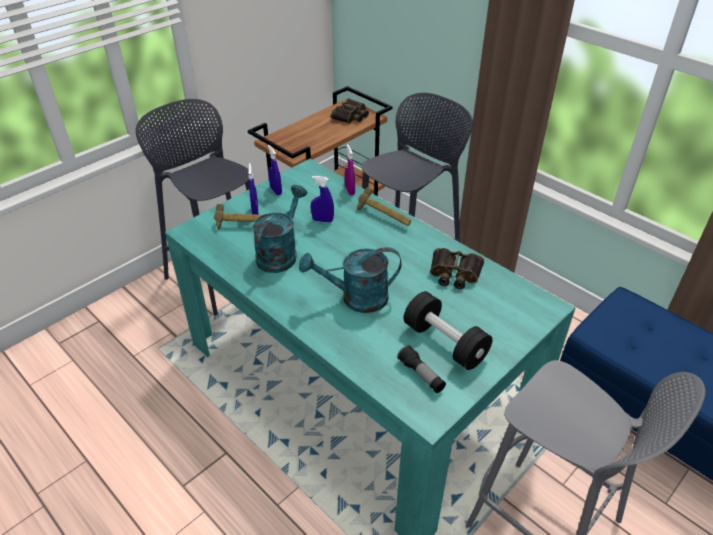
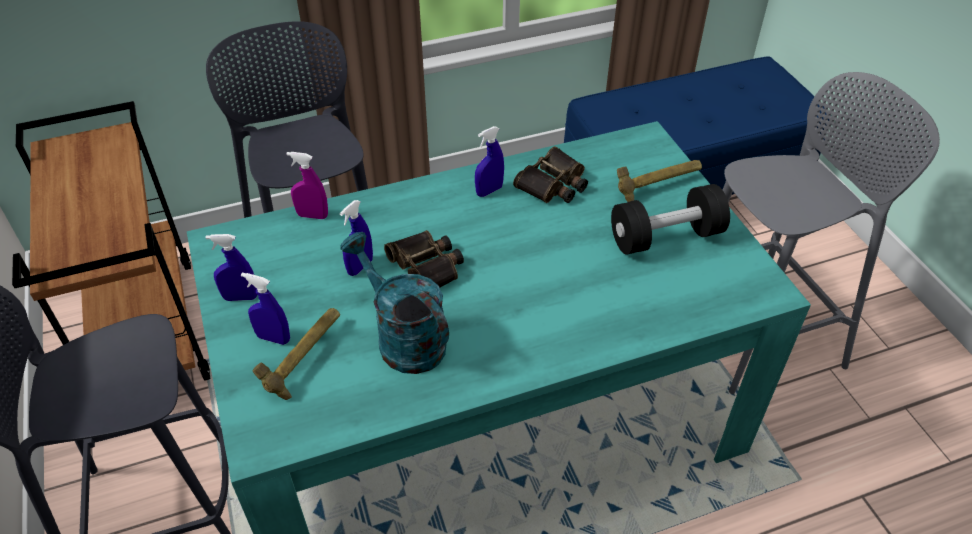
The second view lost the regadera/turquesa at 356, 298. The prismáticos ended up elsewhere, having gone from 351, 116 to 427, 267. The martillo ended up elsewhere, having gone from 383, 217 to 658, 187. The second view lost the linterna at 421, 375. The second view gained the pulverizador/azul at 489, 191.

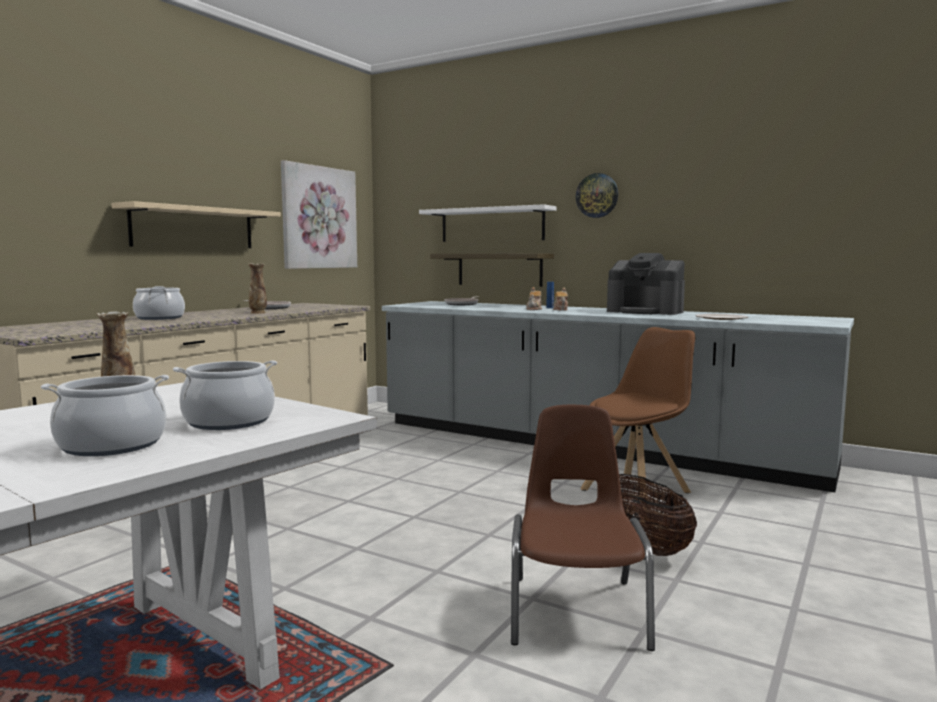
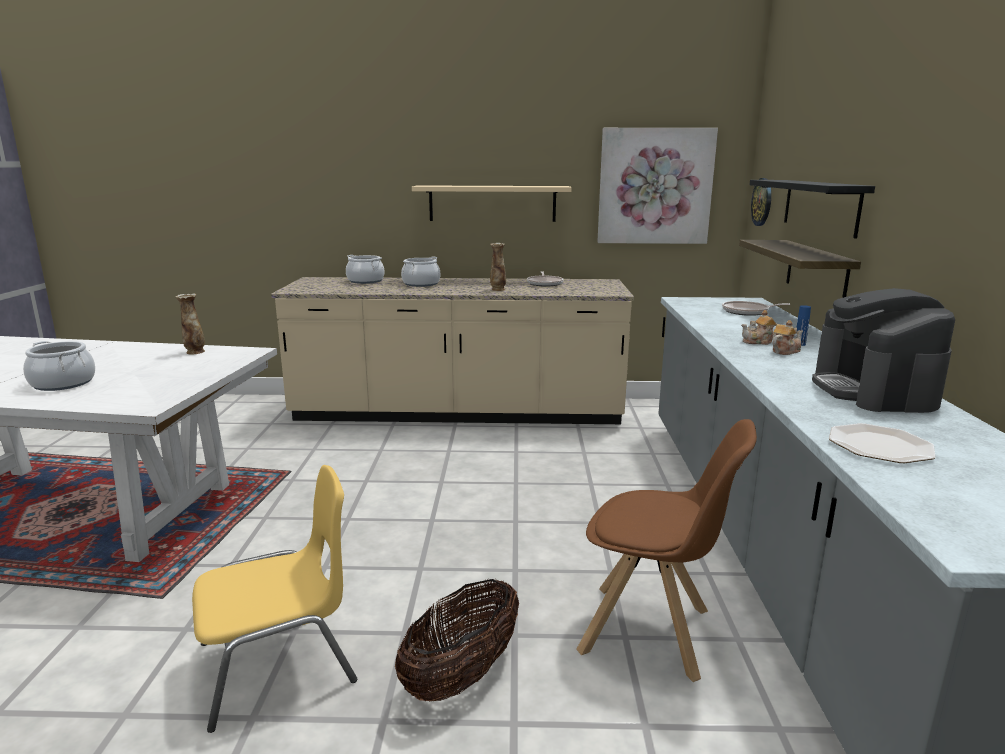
The olla ended up elsewhere, having gone from 229, 421 to 365, 281. What was the estante/blanco at 492, 225 turned into the estante/negro at 820, 206. What was the silla/marrón at 577, 610 turned into the silla/amarillo at 280, 663. The reloj de pared ended up elsewhere, having gone from 597, 195 to 762, 202.

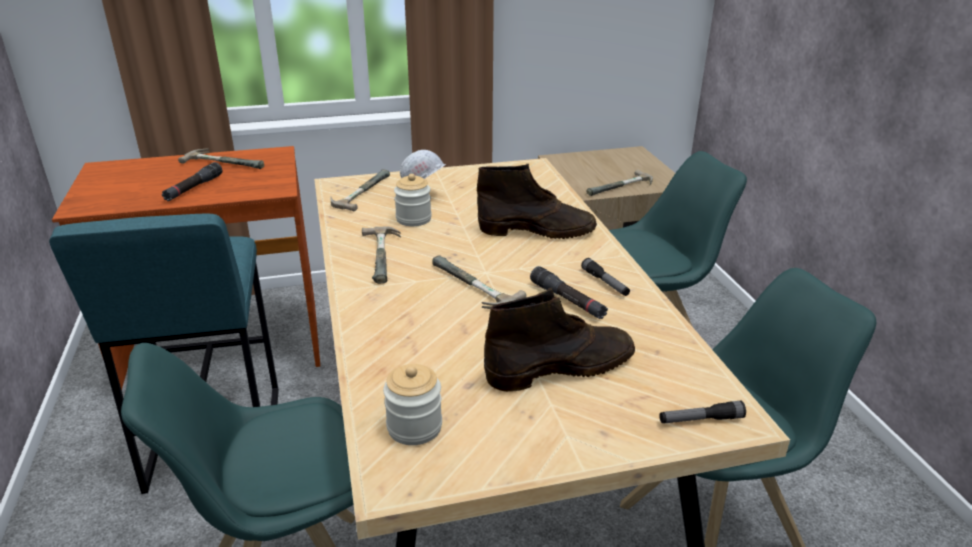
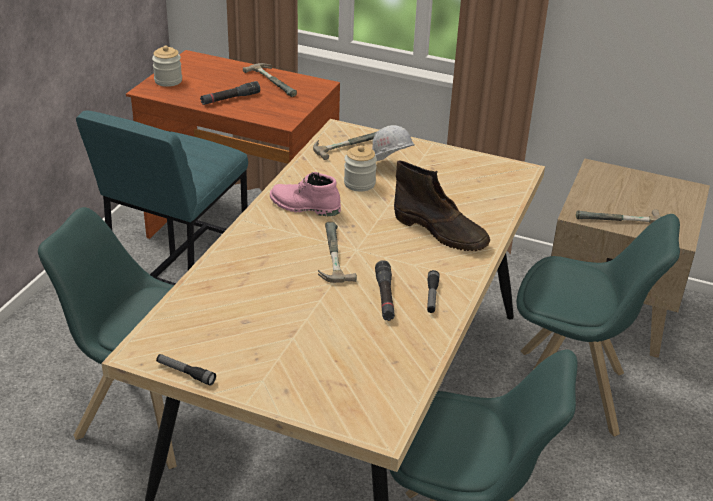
Where the martillo stood at 386, 256, the bota/rosa came to stand at 304, 207. The tarro ended up elsewhere, having gone from 414, 427 to 168, 81. The second view lost the bota/marrón at 561, 367. The linterna ended up elsewhere, having gone from 700, 420 to 185, 373.

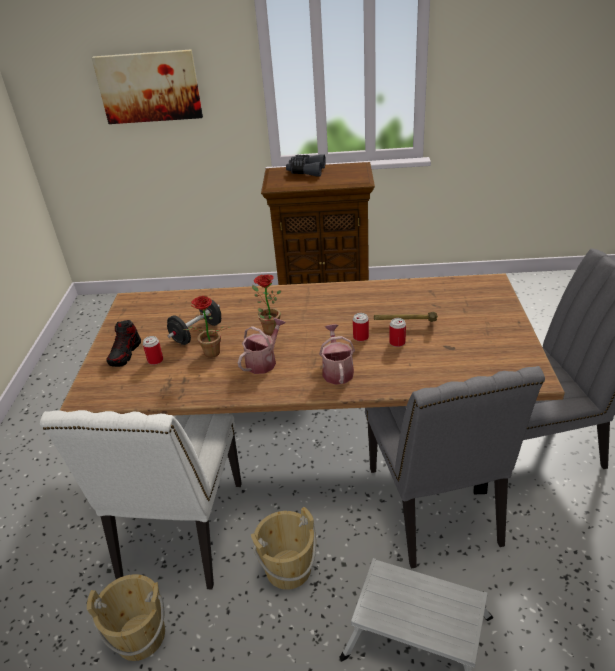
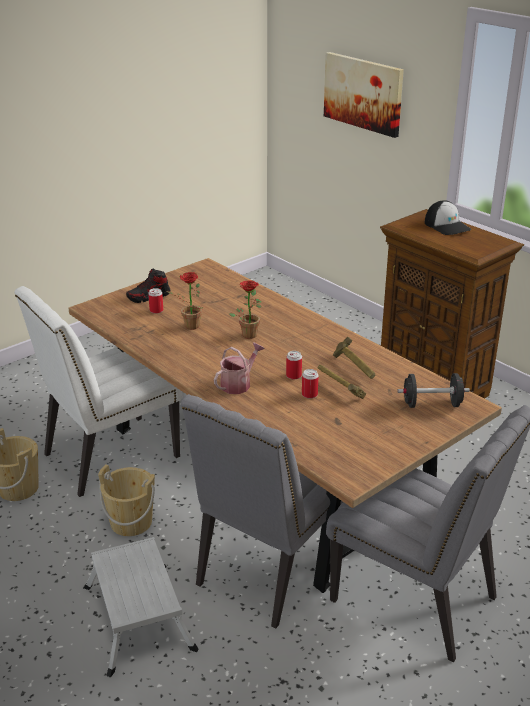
The mancuerna/negro ended up elsewhere, having gone from 197, 333 to 431, 404. The second view lost the regadera at 264, 361. Where the prismáticos/gris stood at 306, 171, the gorra came to stand at 447, 226. The second view gained the martillo at 355, 368.

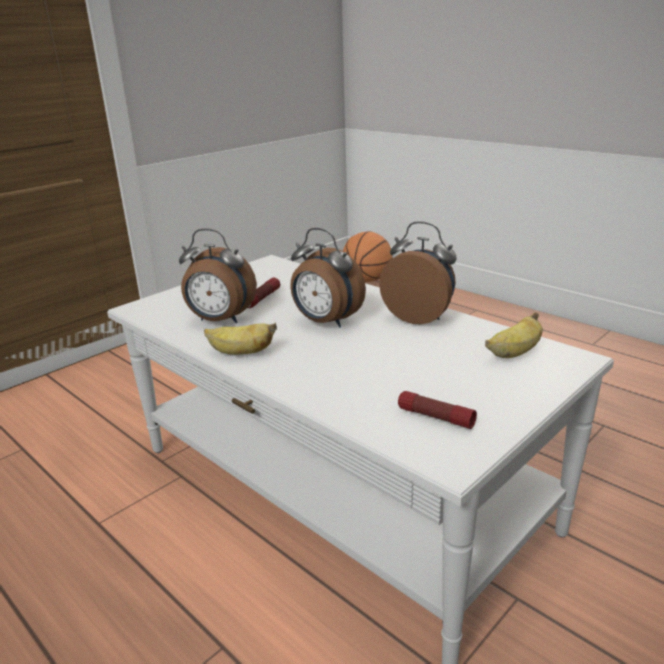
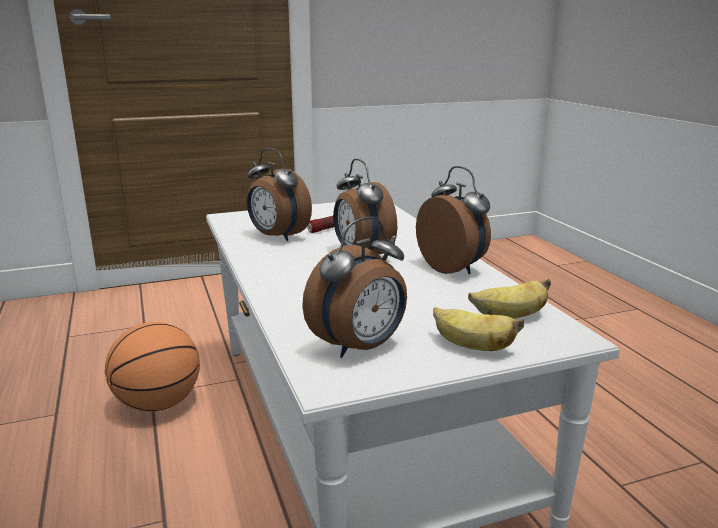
The plátano ended up elsewhere, having gone from 240, 353 to 471, 346. The balón de baloncesto ended up elsewhere, having gone from 367, 280 to 158, 404. Where the linterna stood at 435, 417, the despertador came to stand at 360, 348.

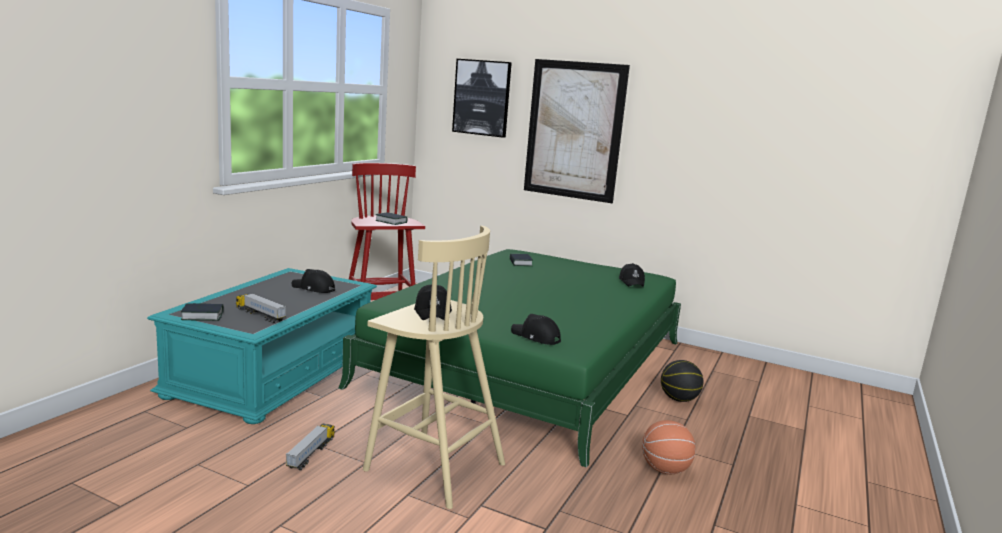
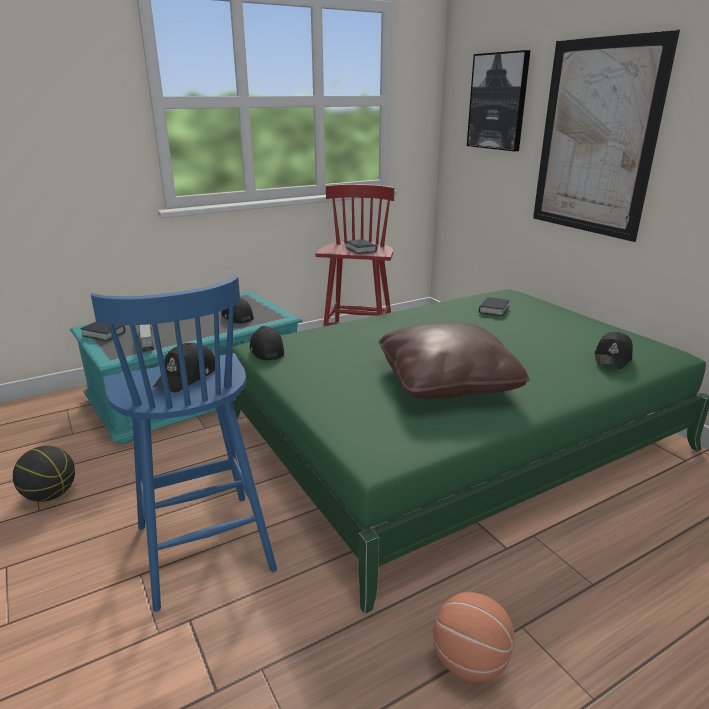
The second view lost the camión de juguete at 311, 454. What was the taburete/beis at 431, 465 turned into the taburete/azul at 202, 543. The gorra/negro ended up elsewhere, having gone from 535, 337 to 266, 350. The balón de baloncesto ended up elsewhere, having gone from 678, 399 to 50, 495. The second view gained the cojín/marrón at 447, 381.

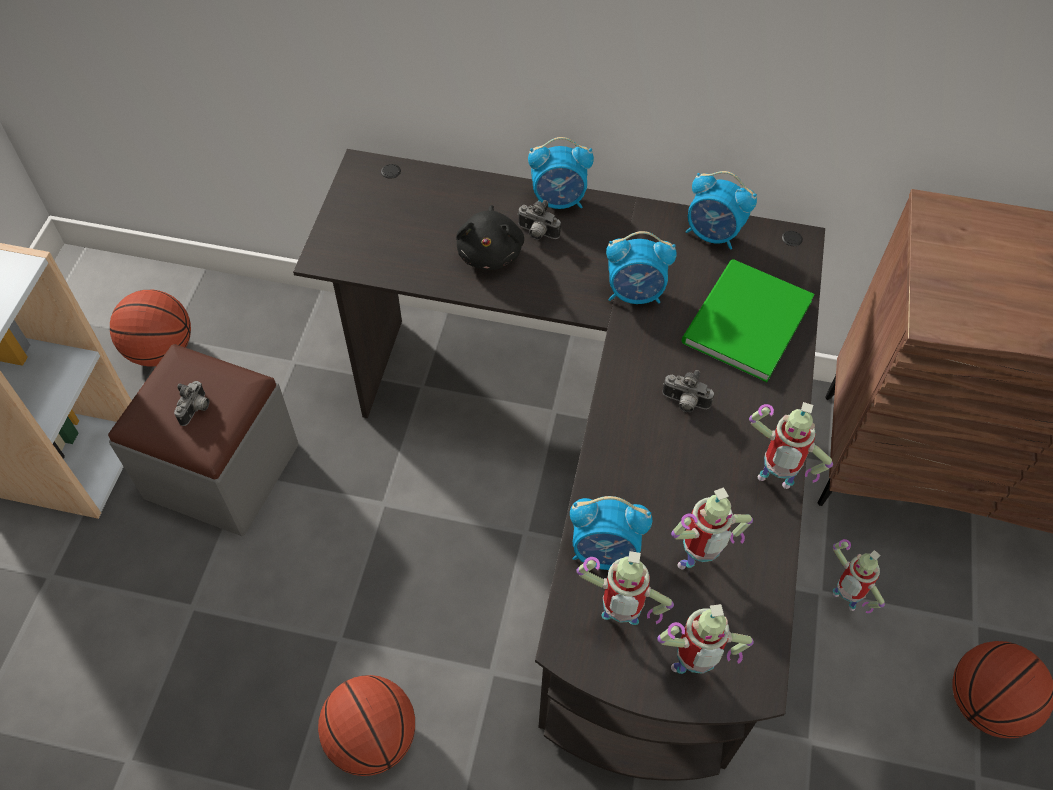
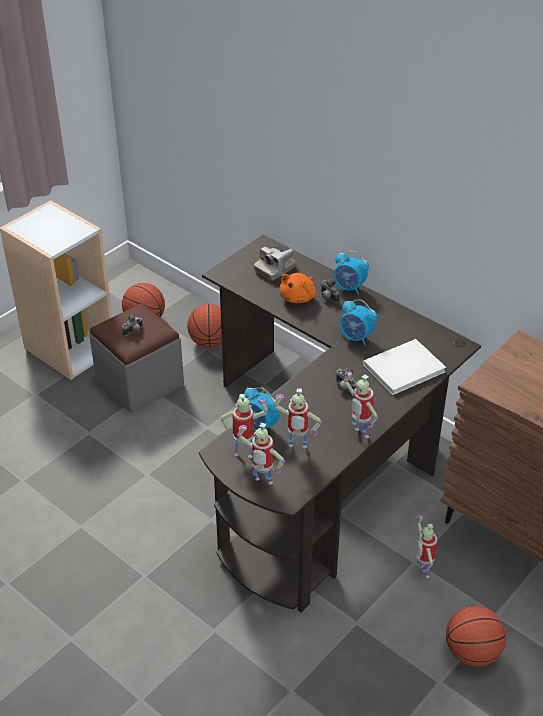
The balón de baloncesto ended up elsewhere, having gone from 372, 738 to 210, 342. What was the peluche/negro at 490, 252 turned into the peluche/naranja at 298, 297. The robot de juguete at 617, 623 ended up facing another way, 150 degrees clockwise from before. What was the libro/verde at 742, 323 turned into the libro/blanco at 401, 368. The second view lost the despertador at 713, 234. The second view gained the cámara at 275, 269.

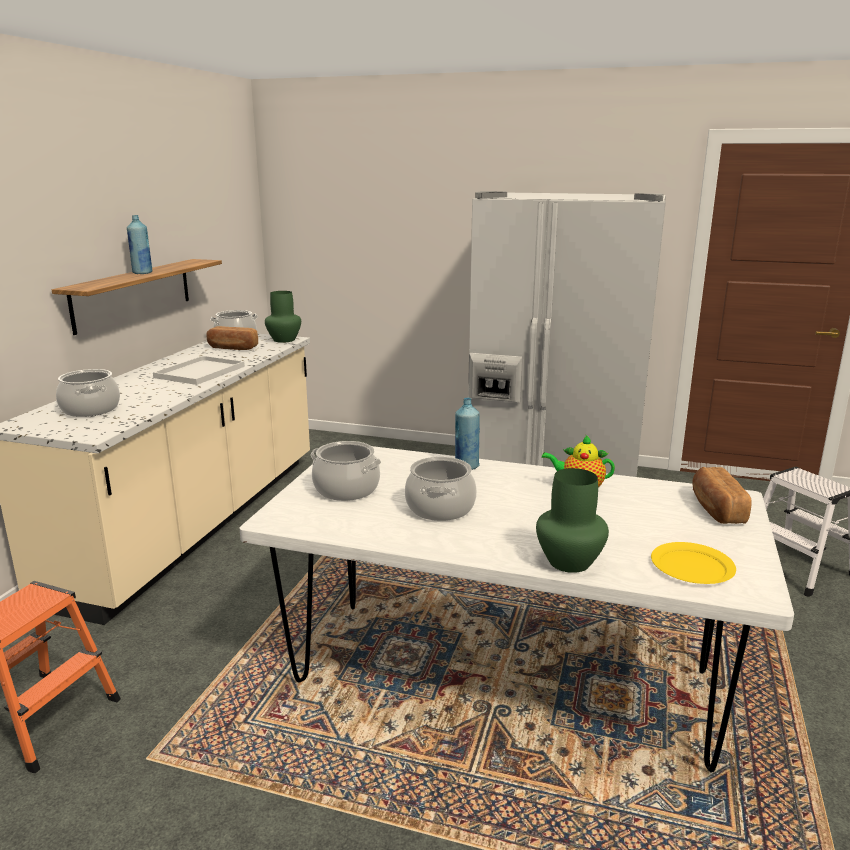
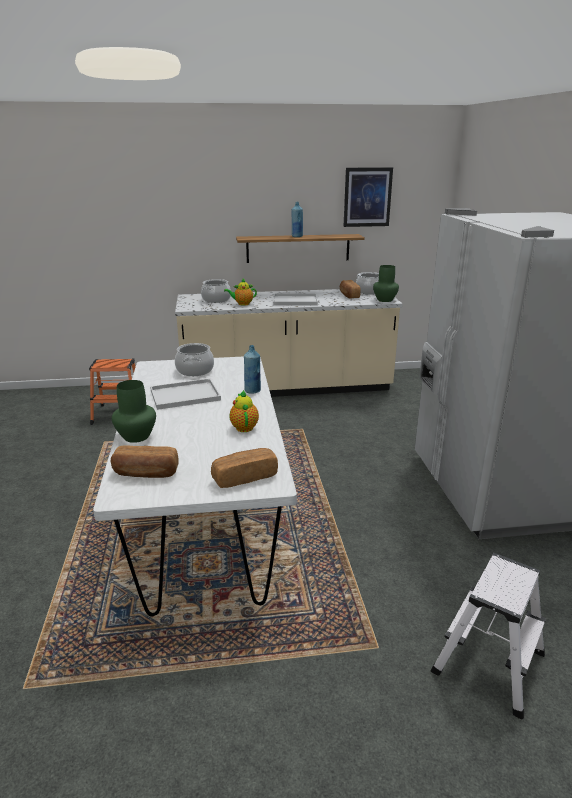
Where the olla stood at 439, 508, the bandeja/blanco came to stand at 186, 394. Where the plato/amarillo stood at 691, 567, the pan came to stand at 146, 473. The second view gained the tetera at 242, 304. The second view gained the cuadro at 367, 197.

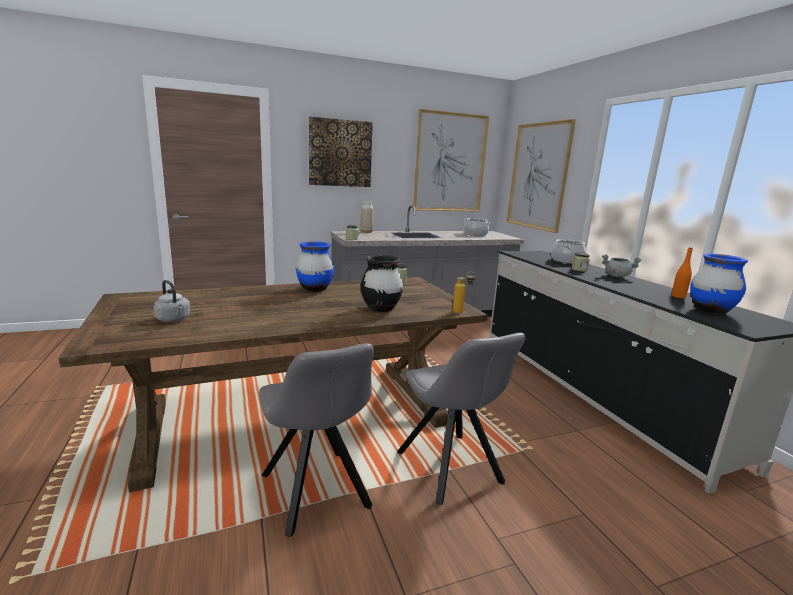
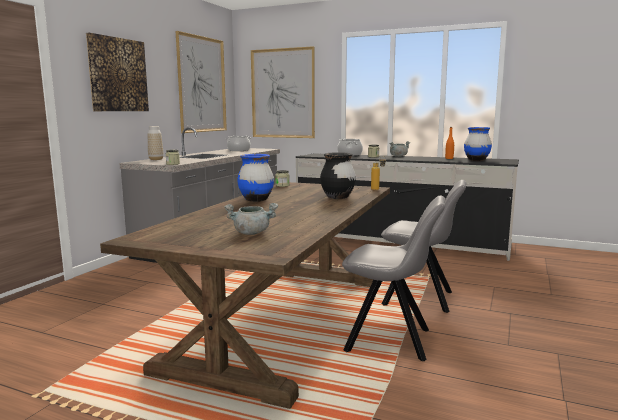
Where the hervidor/gris stood at 174, 319, the olla/gris came to stand at 252, 233.

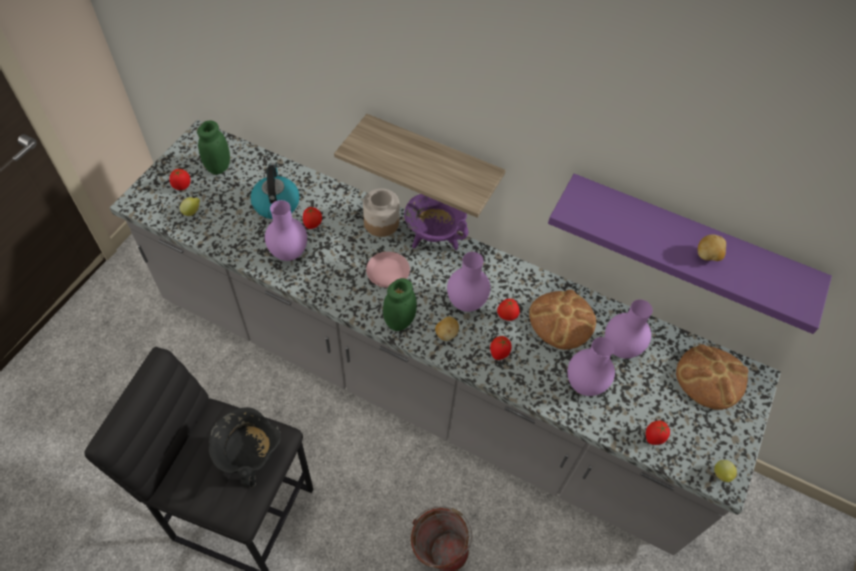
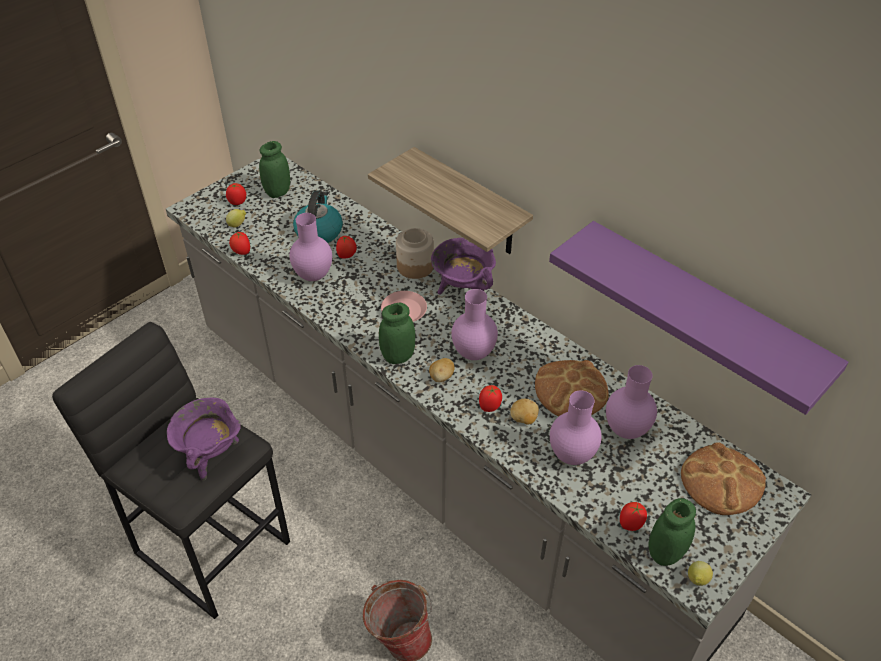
What was the olla/negro at 250, 458 turned into the olla/morado at 211, 455. The tomate ended up elsewhere, having gone from 507, 316 to 241, 252. The patata ended up elsewhere, having gone from 707, 256 to 523, 419. The second view gained the tarro/verde at 665, 553.

